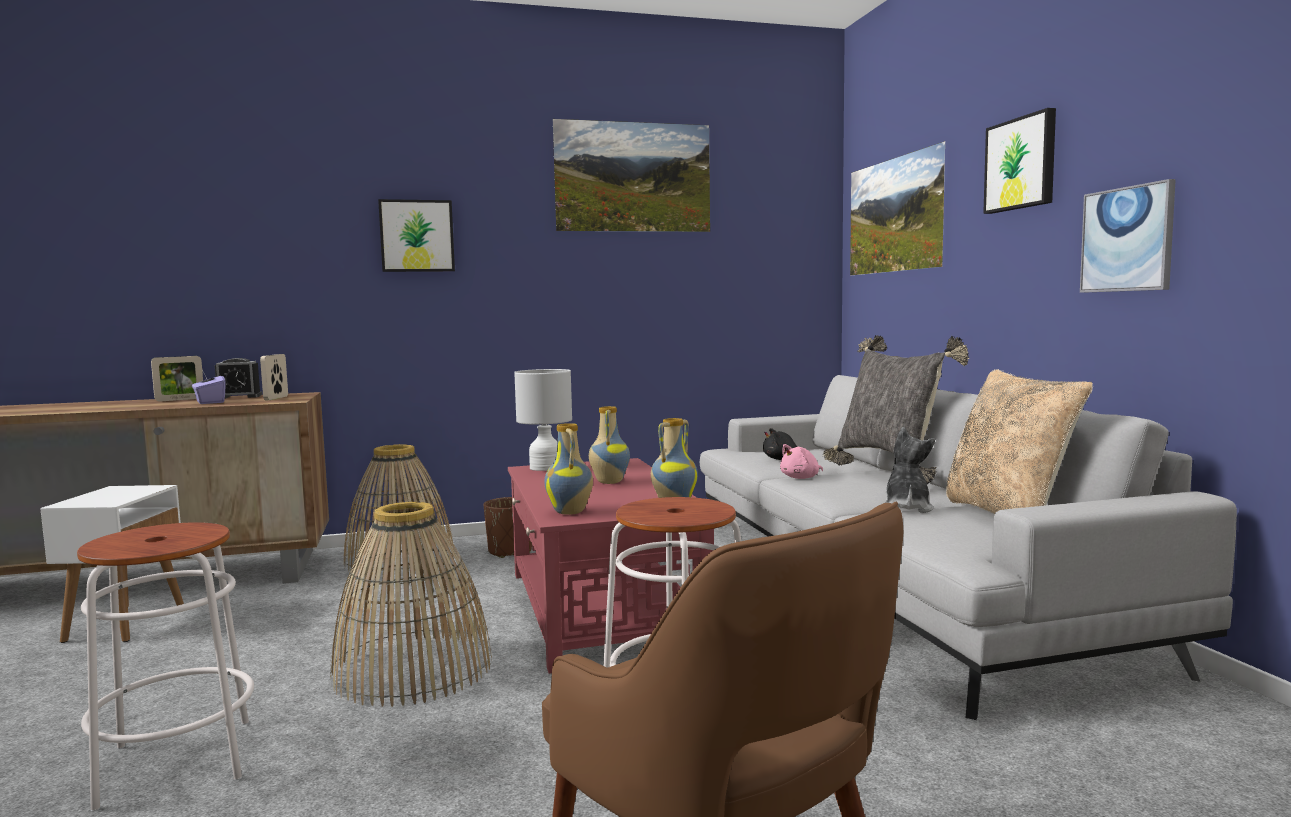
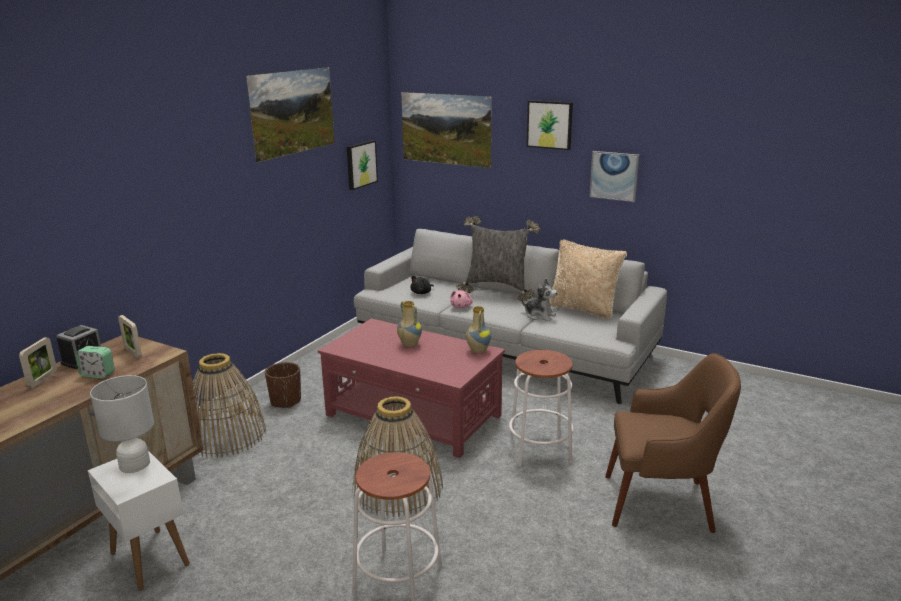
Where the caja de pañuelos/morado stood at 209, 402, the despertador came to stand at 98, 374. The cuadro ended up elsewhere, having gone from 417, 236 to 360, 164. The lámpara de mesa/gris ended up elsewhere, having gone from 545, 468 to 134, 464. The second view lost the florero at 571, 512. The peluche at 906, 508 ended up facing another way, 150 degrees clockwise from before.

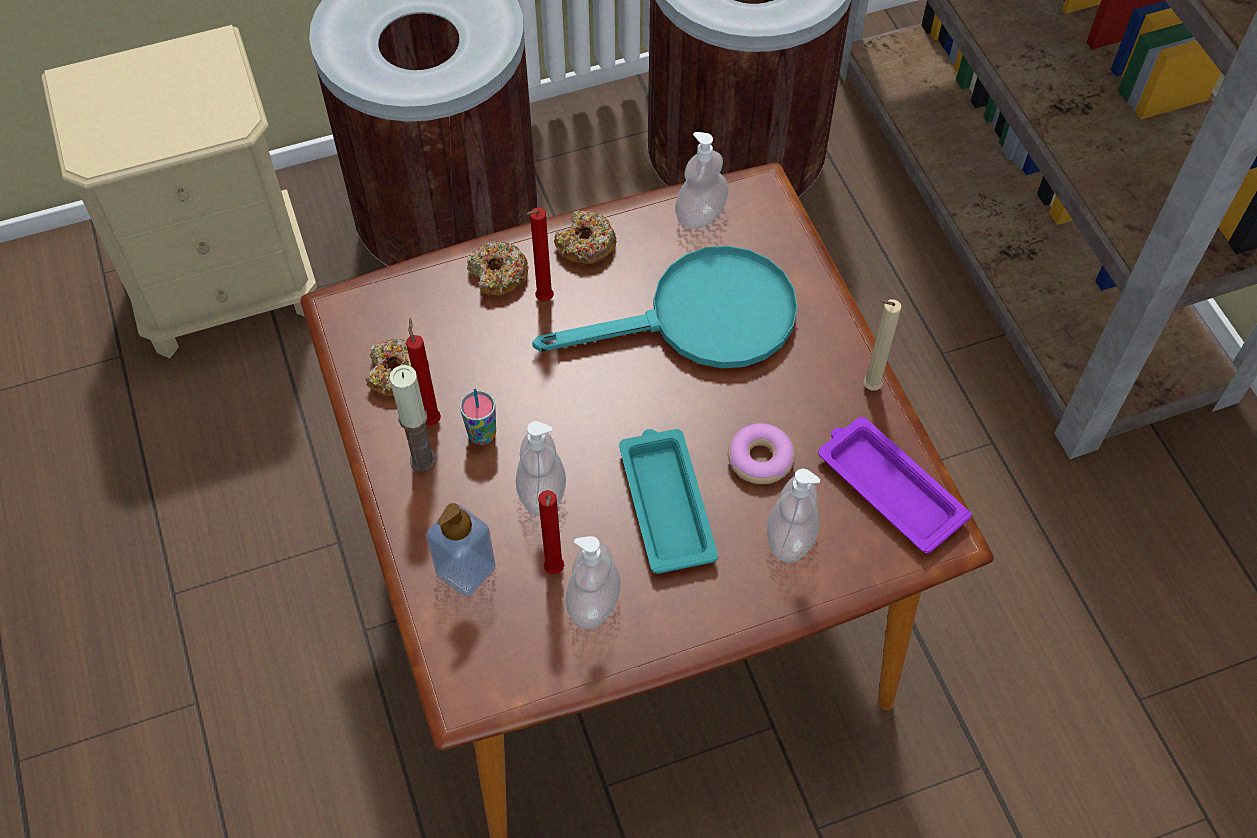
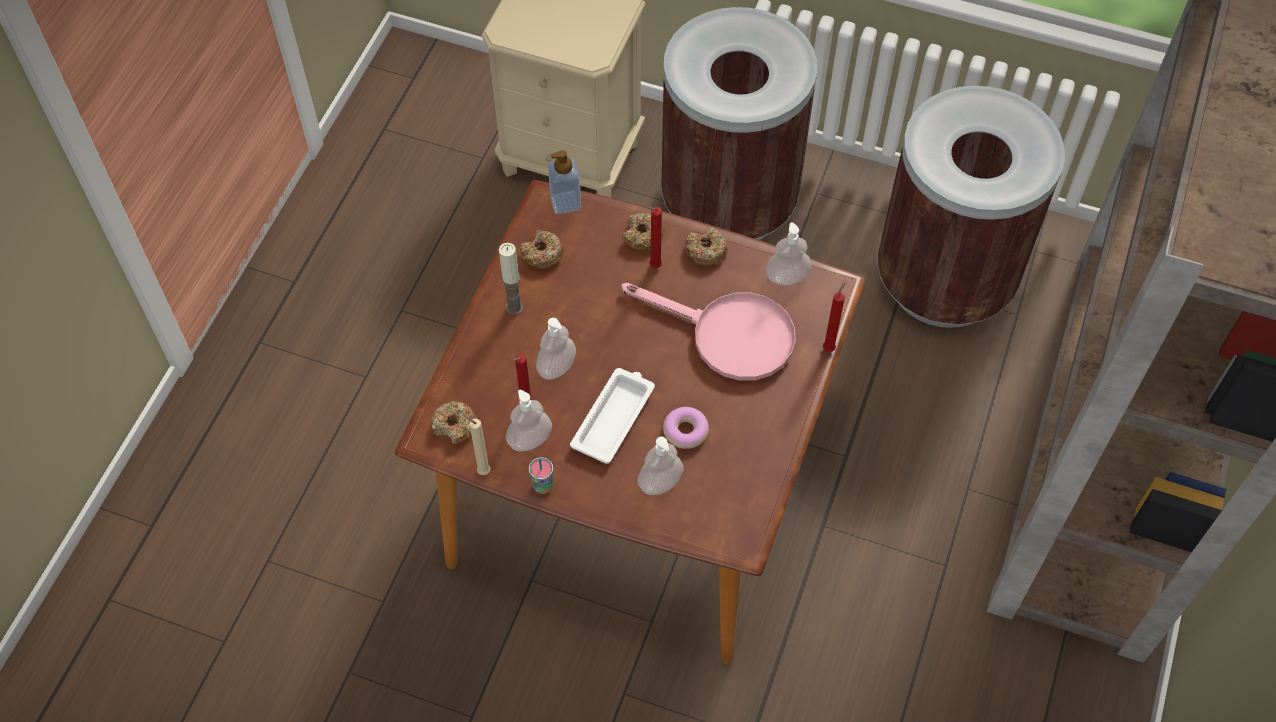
The vela/rojo ended up elsewhere, having gone from 431, 418 to 829, 347. The dispensador de jabón ended up elsewhere, having gone from 465, 570 to 565, 203. The taza ended up elsewhere, having gone from 482, 435 to 543, 486. What was the sartén/turquesa at 702, 319 turned into the sartén/rosa at 729, 335. What was the bandeja/turquesa at 666, 503 turned into the bandeja/blanco at 614, 417. The second view lost the bandeja/morado at 888, 487. The vela/beis ended up elsewhere, having gone from 868, 387 to 481, 471. The second view gained the rosquilla at 454, 426.

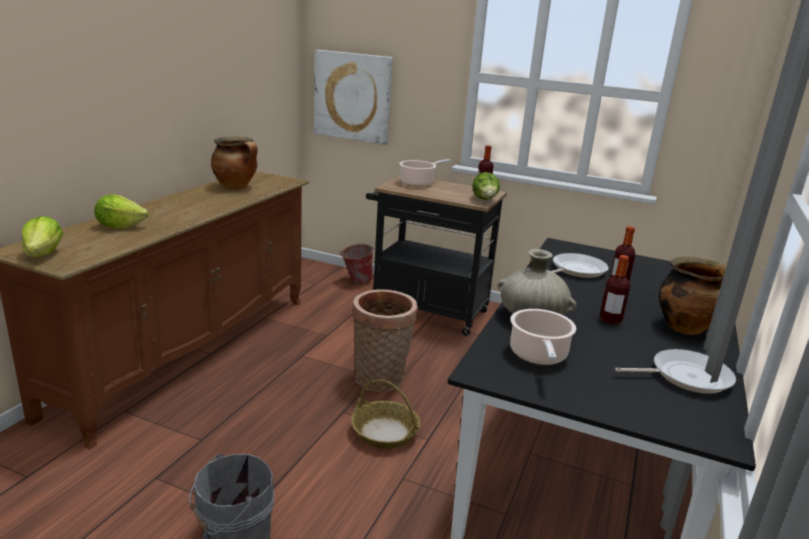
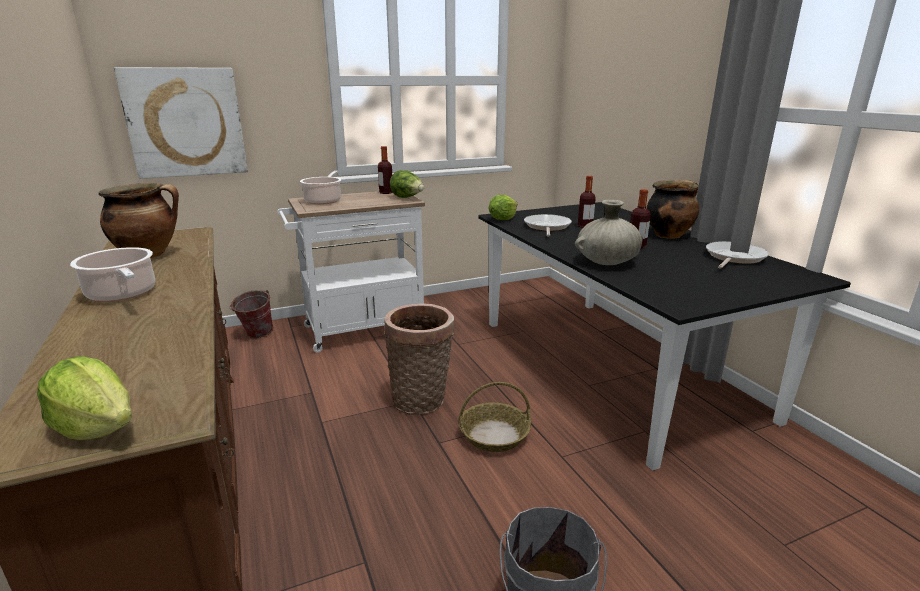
The lechuga ended up elsewhere, having gone from 120, 226 to 502, 219. What was the carrito/negro at 426, 311 turned into the carrito/blanco at 360, 330. The olla ended up elsewhere, having gone from 538, 355 to 122, 294.

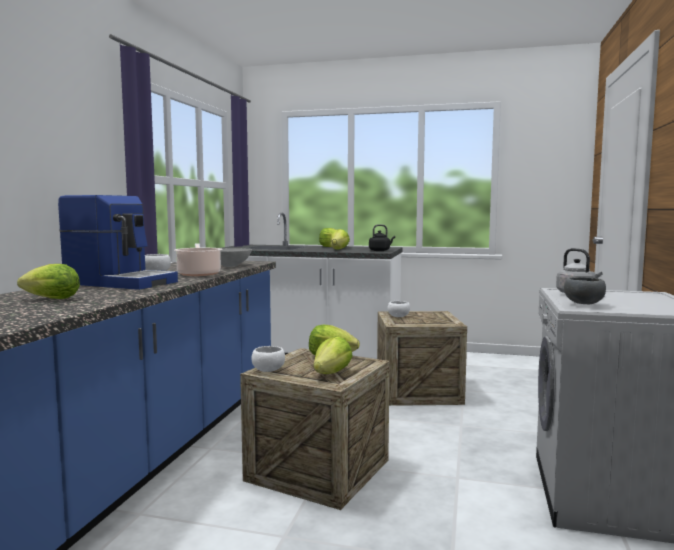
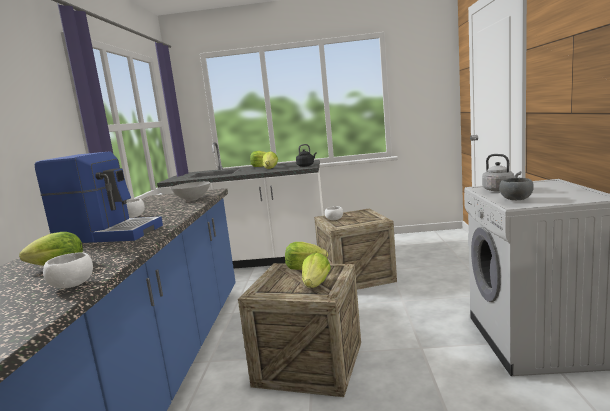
The second view lost the olla at 199, 274. The cuenco/blanco ended up elsewhere, having gone from 269, 370 to 73, 285.

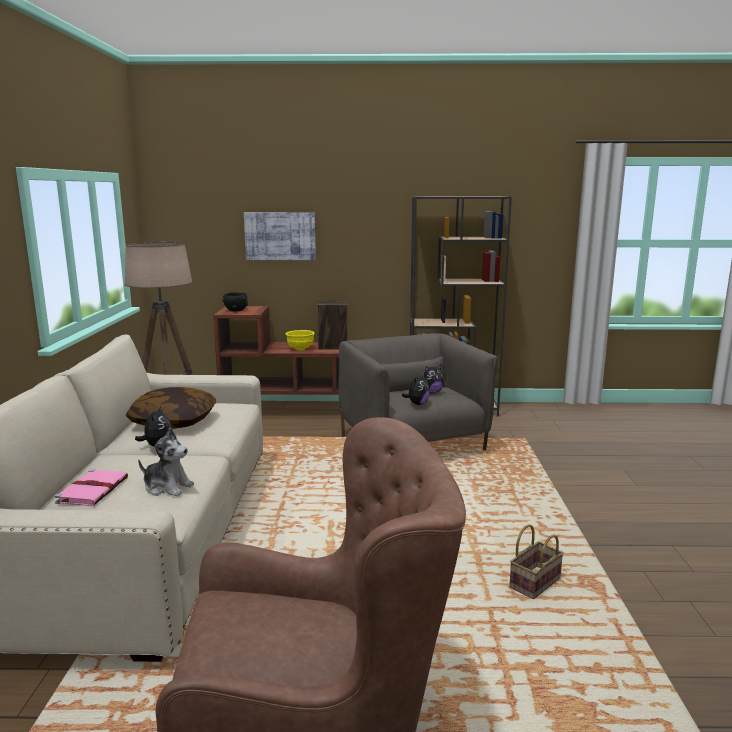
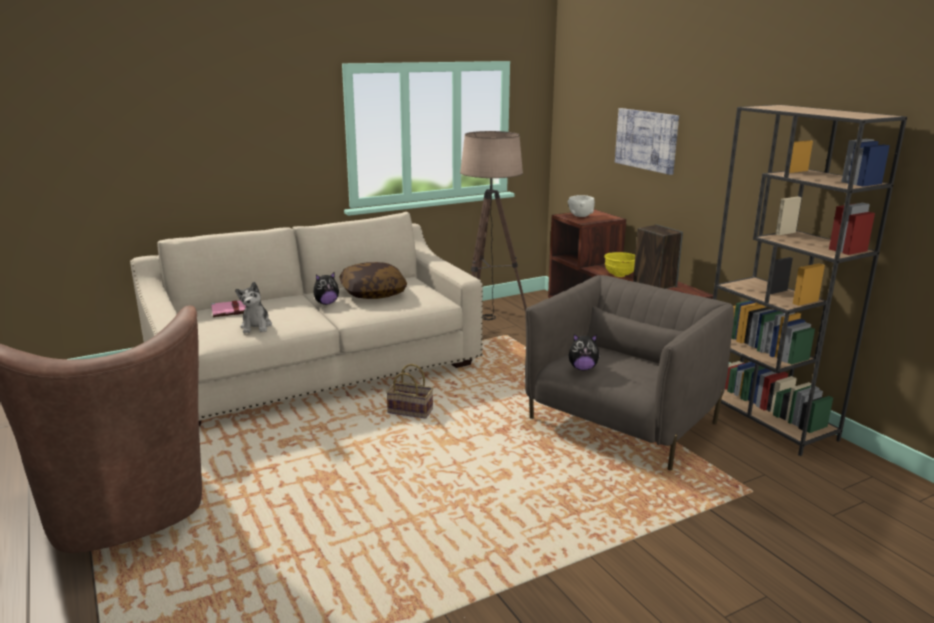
What was the cuenco/negro at 236, 311 turned into the cuenco/blanco at 580, 216. The second view lost the peluche at 431, 392. The cesta ended up elsewhere, having gone from 534, 582 to 411, 411.

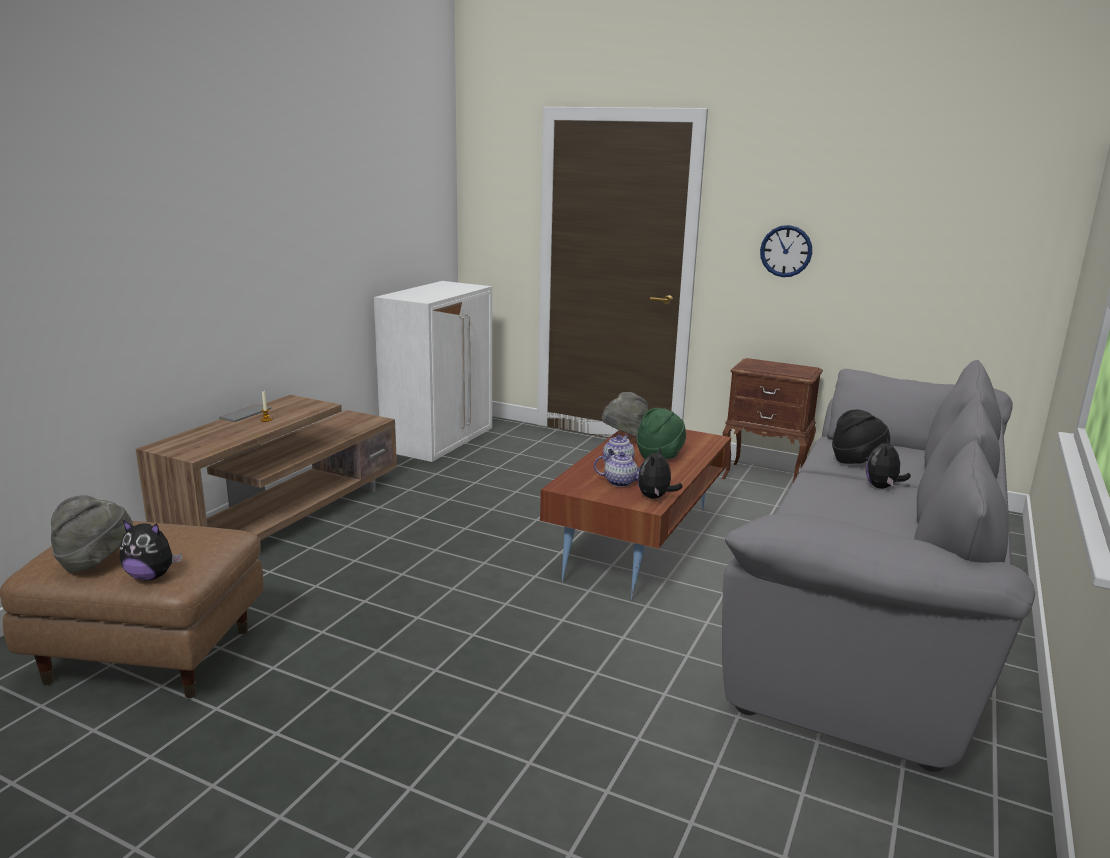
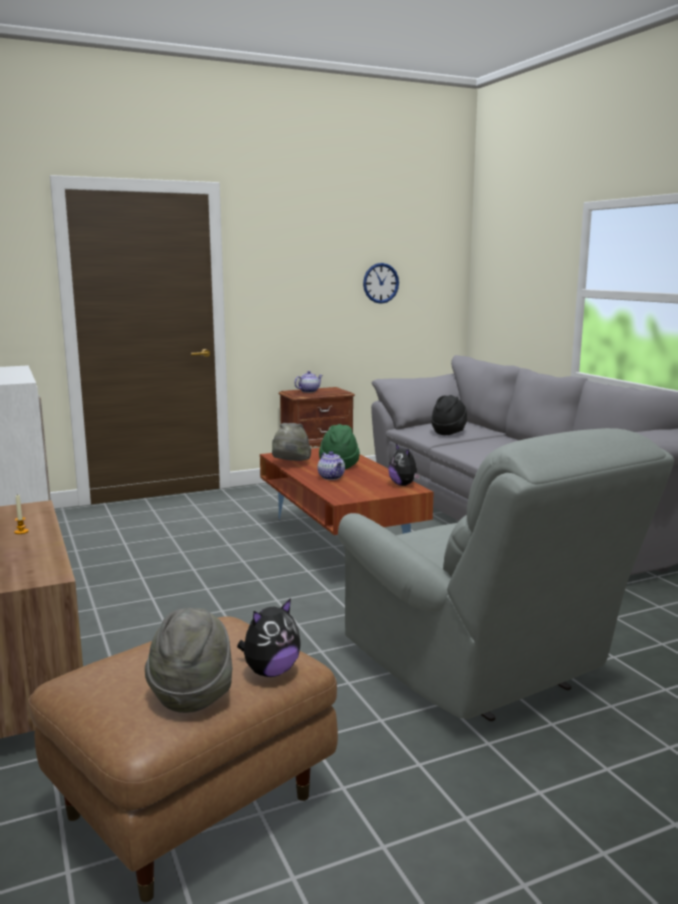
The tetera ended up elsewhere, having gone from 621, 482 to 309, 391. The reloj de pared ended up elsewhere, having gone from 786, 251 to 380, 283. The second view lost the peluche at 882, 487. The second view gained the sillón/gris at 483, 674.

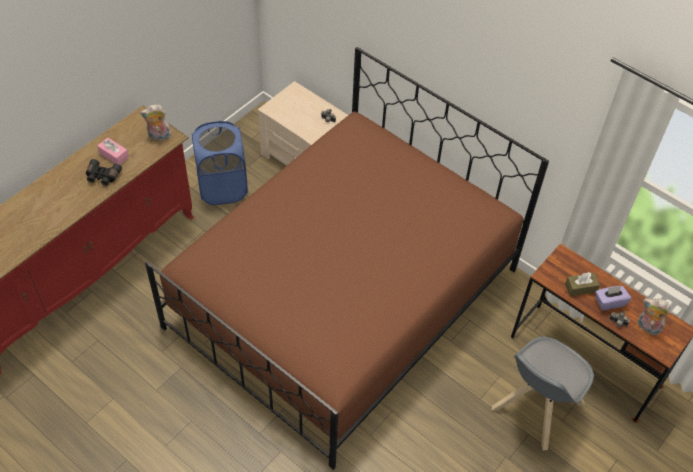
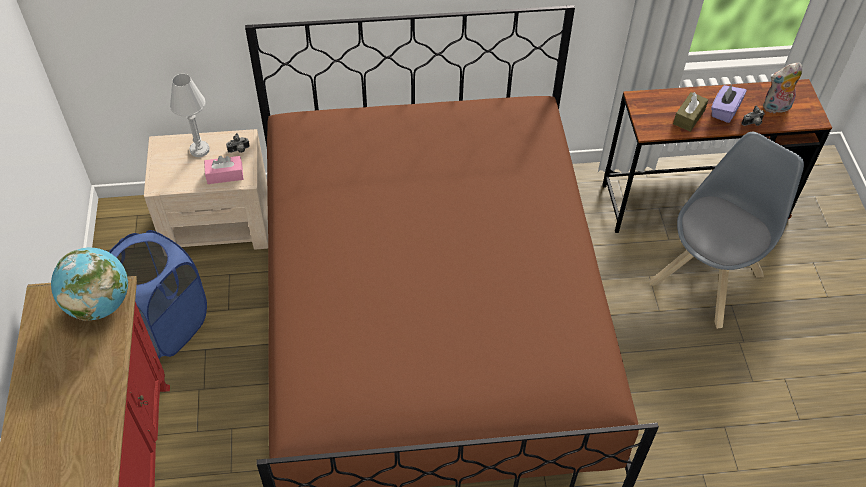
The second view lost the prismáticos/negro at 102, 177. The caja de pañuelos/rosa ended up elsewhere, having gone from 114, 155 to 225, 175. Where the peluche stood at 159, 136, the globo terráqueo came to stand at 99, 304. The silla/gris at 536, 408 ended up facing another way, 135 degrees counterclockwise from before. The second view gained the lámpara de mesa/blanco at 199, 150.

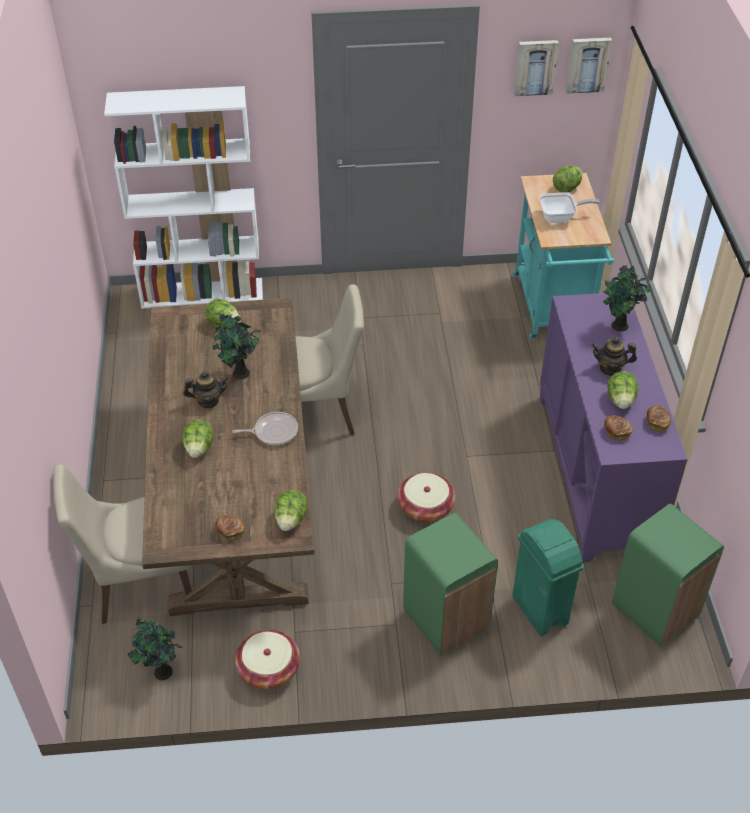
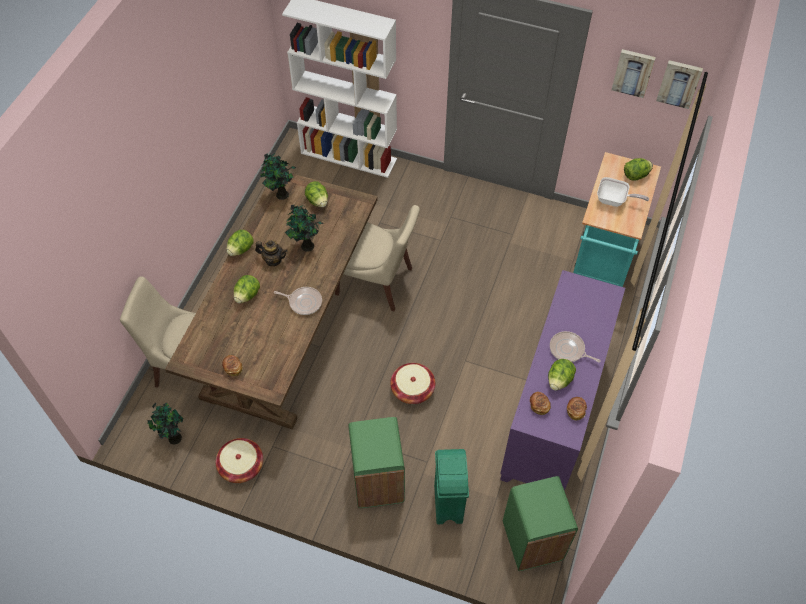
The lechuga ended up elsewhere, having gone from 291, 519 to 241, 249. Where the tetera stood at 610, 368, the sartén came to stand at 568, 350. The planta en maceta ended up elsewhere, having gone from 619, 326 to 281, 195.

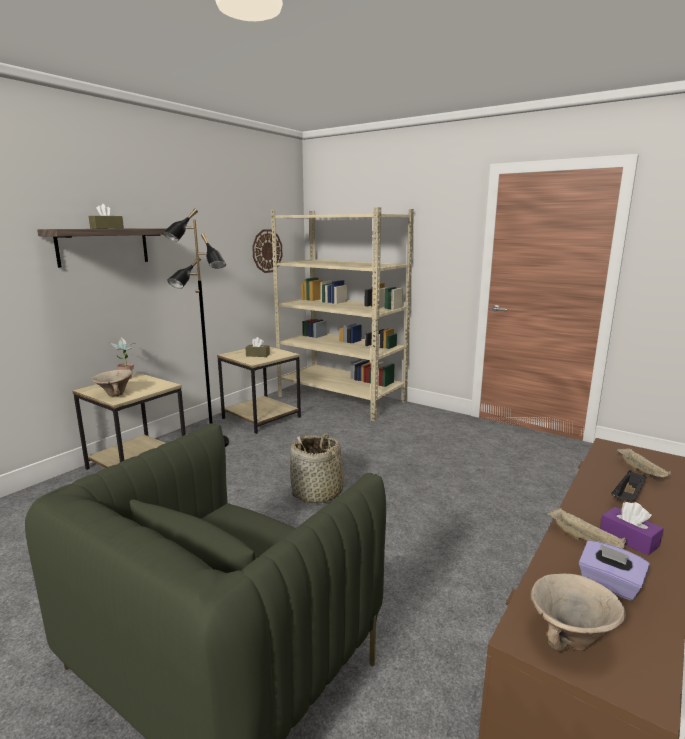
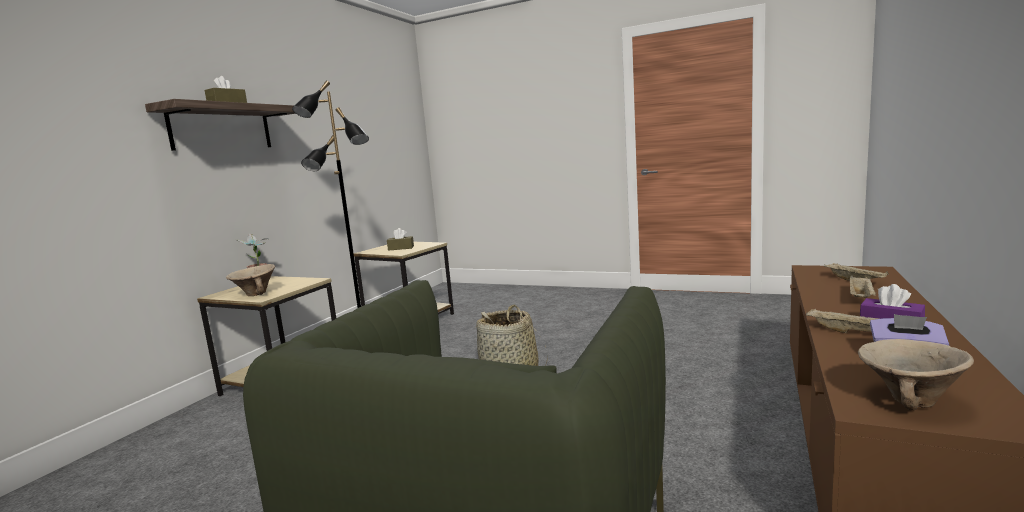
The second view lost the reloj de pared at 267, 251. The second view lost the estantería/beis at 341, 399. What was the bandeja/negro at 628, 496 turned into the bandeja/beis at 861, 298.

